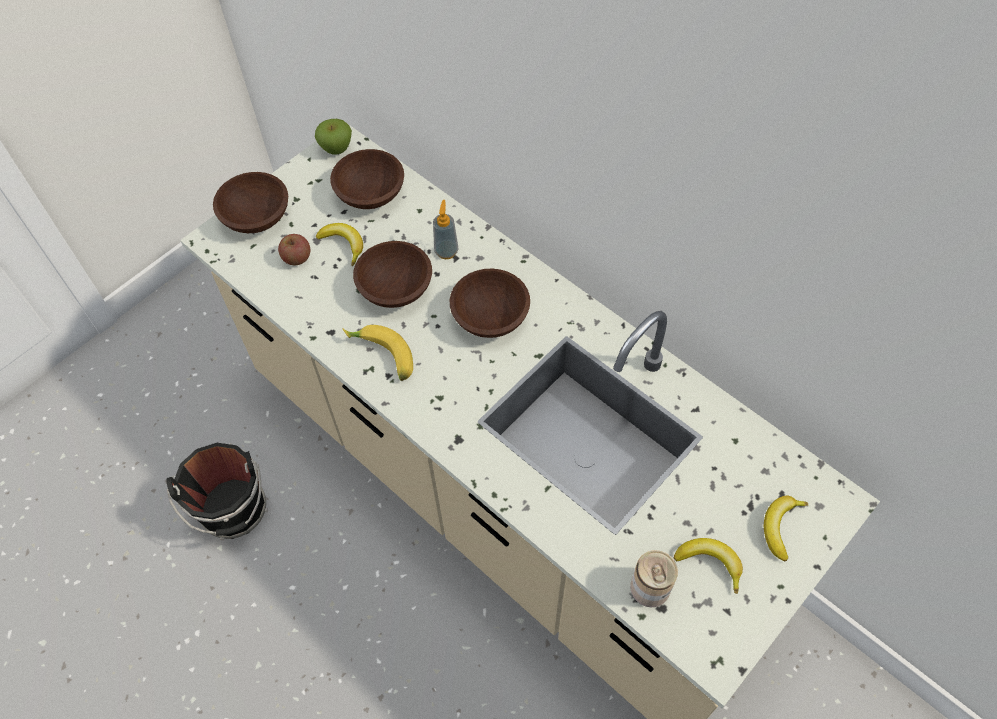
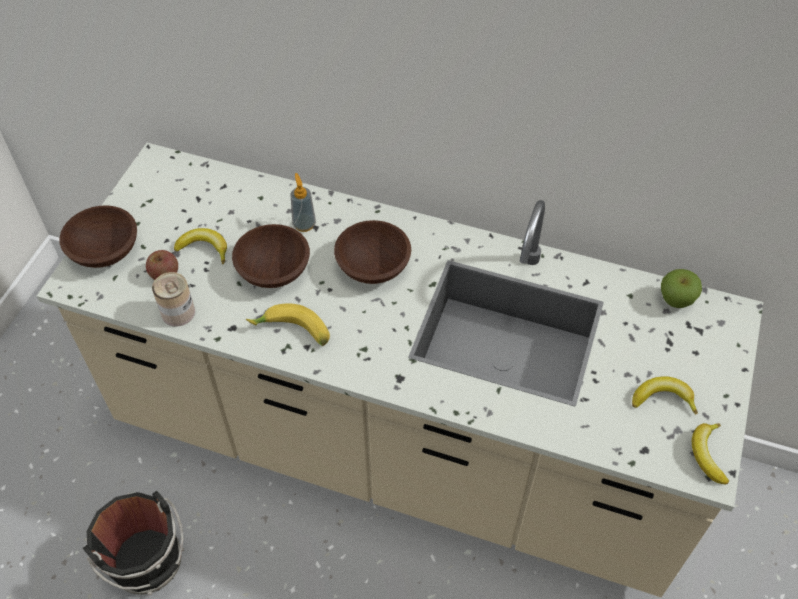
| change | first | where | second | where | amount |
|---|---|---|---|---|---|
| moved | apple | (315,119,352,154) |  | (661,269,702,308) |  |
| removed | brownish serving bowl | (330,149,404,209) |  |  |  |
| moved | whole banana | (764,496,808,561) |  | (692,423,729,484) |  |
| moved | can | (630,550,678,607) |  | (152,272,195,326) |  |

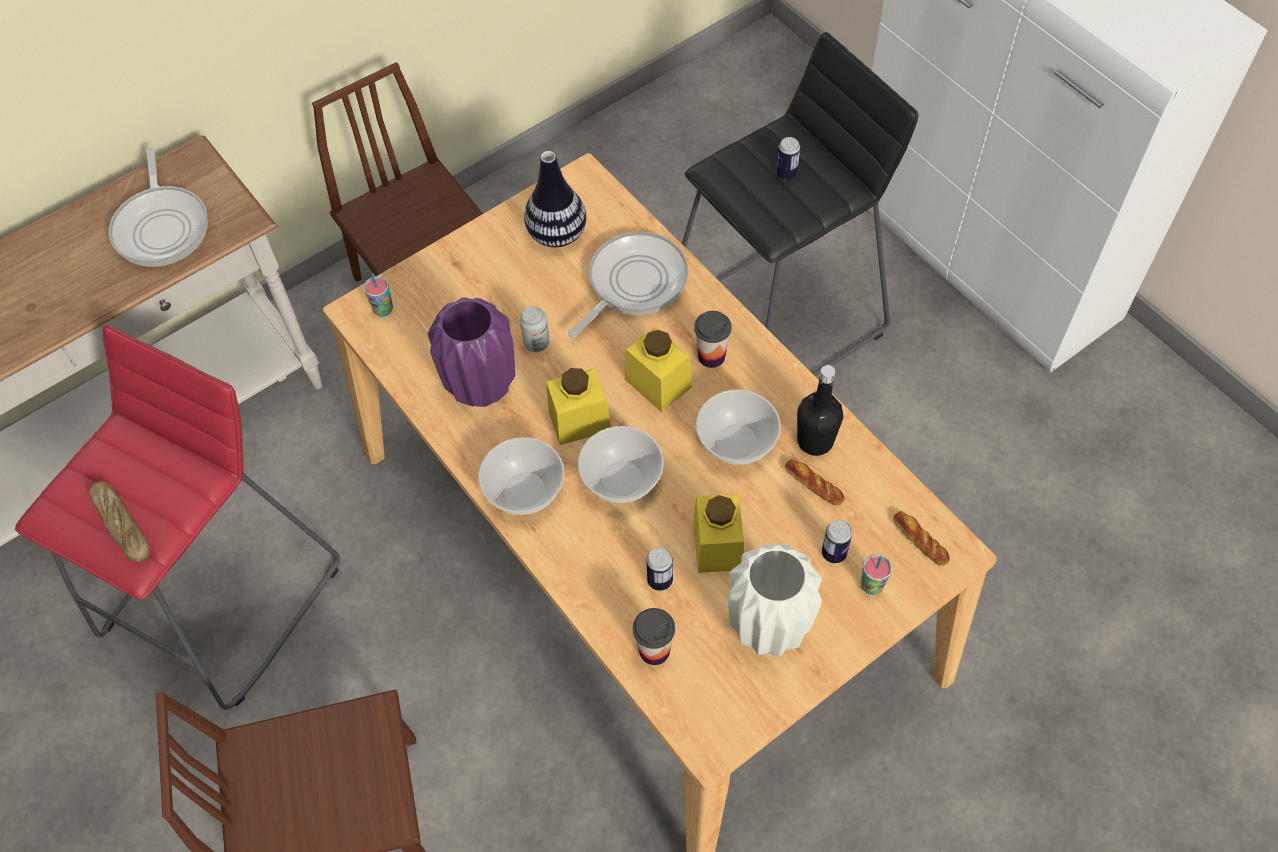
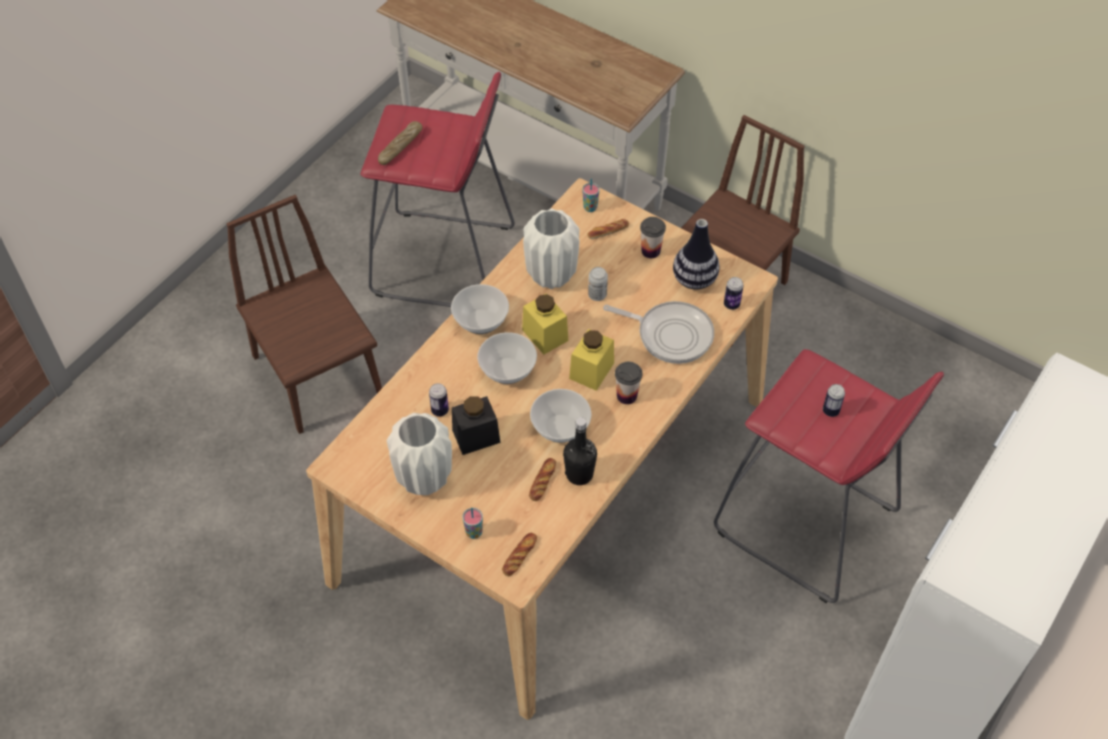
| change | first | where | second | where | amount |
|---|---|---|---|---|---|
| recoloured | black-coloured stool seat | (682,32,918,376) | reddish stool seat | (714,349,944,603) |  |
| removed | pan | (109,147,208,267) |  |  |  |
| recoloured | purple-coloured flower vase | (428,297,515,407) | whitish flower vase | (523,208,579,289) |  |
| recoloured | yellow-coloured storage jar | (693,494,744,573) | black-coloured storage jar | (452,396,500,455) |  |
| moved | can | (822,520,852,563) |  | (724,277,744,310) |  |
| moved | small cup | (633,608,675,665) |  | (640,217,666,258) |  |
| added |  |  | bakery bread | (587,219,629,239) |  |

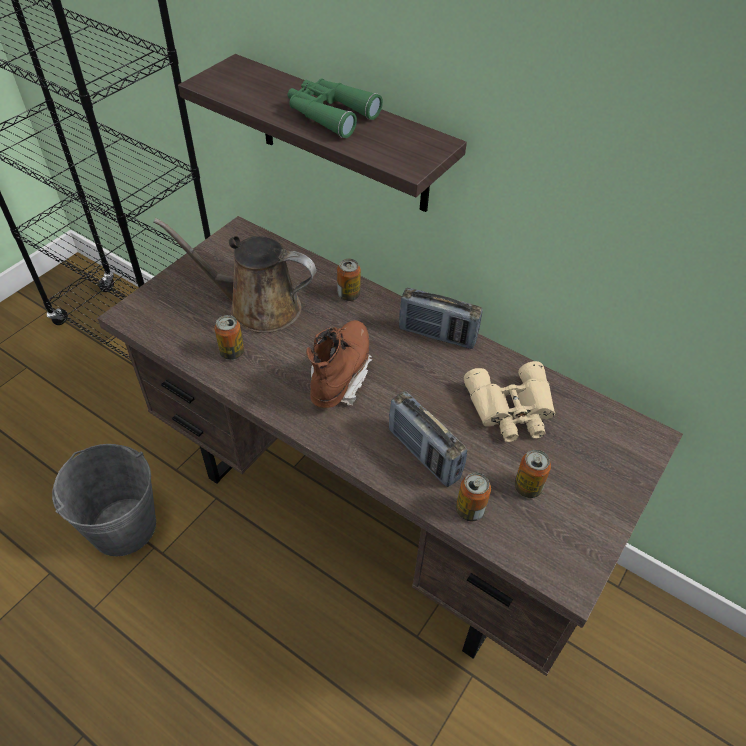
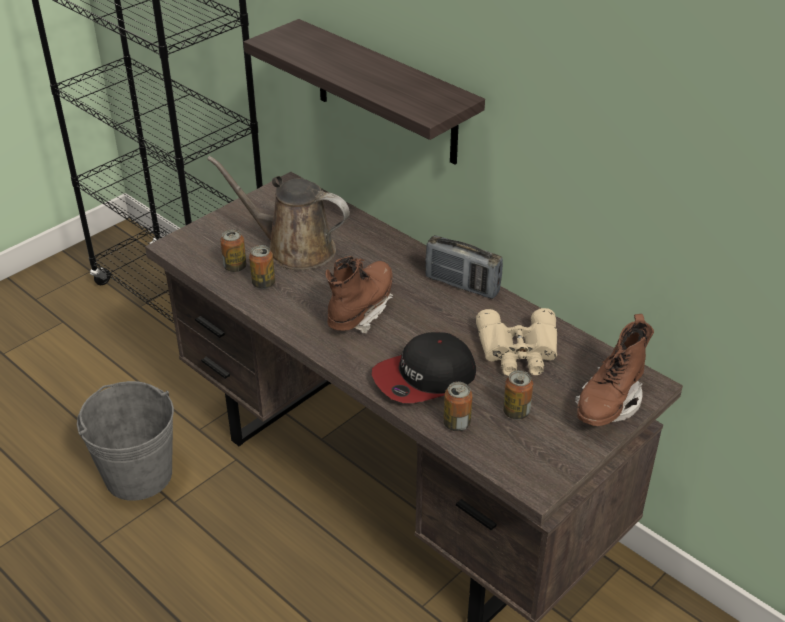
| change | first | where | second | where | amount |
|---|---|---|---|---|---|
| removed | green-coloured binoculars | (288,78,383,138) |  |  |  |
| moved | can | (337,259,361,301) |  | (220,229,246,272) |  |
| replaced | radio set | (389,391,467,487) | cap | (372,332,476,403) |  |
| added |  |  | brownish high-top boot | (575,314,654,426) |  |

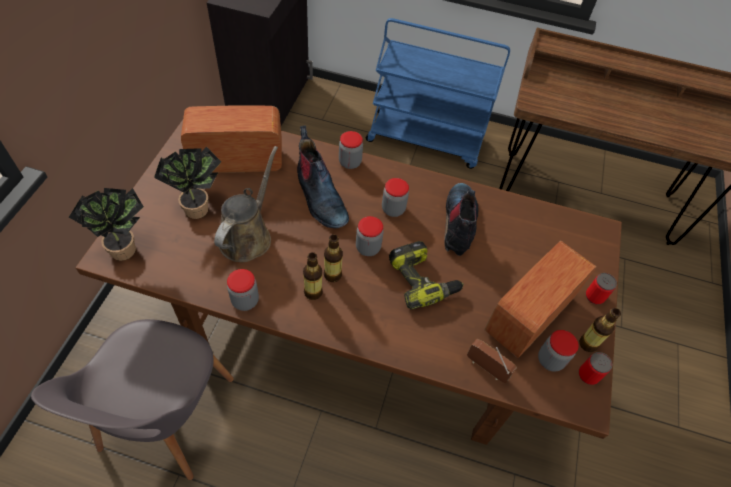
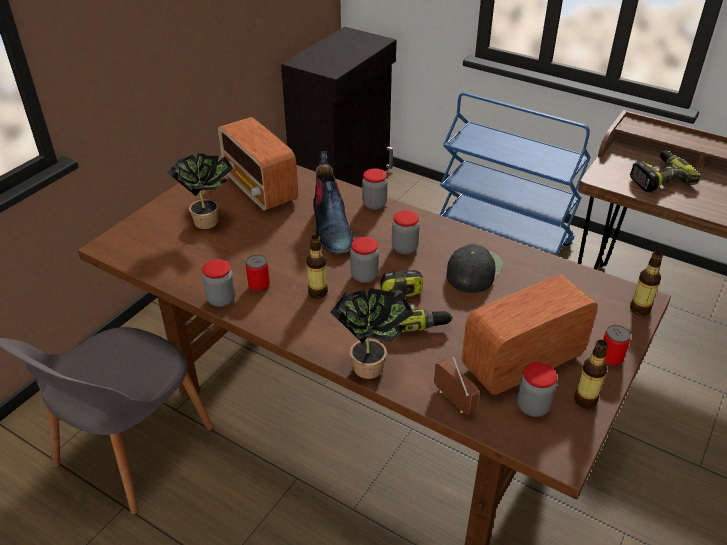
| change | first | where | second | where | amount |
|---|---|---|---|---|---|
| turned | radio set | (181,106,282,173) |  | (218,117,298,211) | 135 degrees counterclockwise |
| removed | brownish watering pot | (214,146,278,262) |  |  |  |
| replaced | high-top boot | (444,183,478,256) | black-coloured cap | (446,244,503,293) |  |
| moved | potted plant | (69,188,144,261) |  | (331,288,414,379) |  |
| moved | bottle | (303,252,323,300) |  | (630,251,663,316) |  |
| moved | can | (579,352,612,385) |  | (246,254,270,292) |  |
| added |  |  | drill | (630,151,700,192) |  |

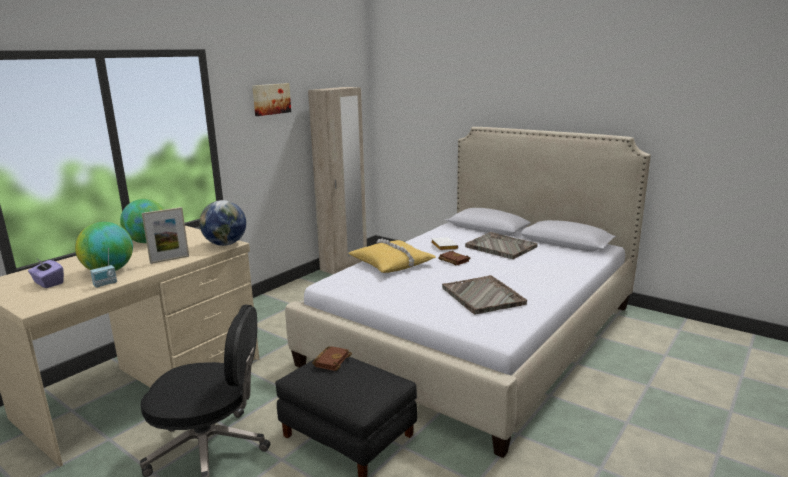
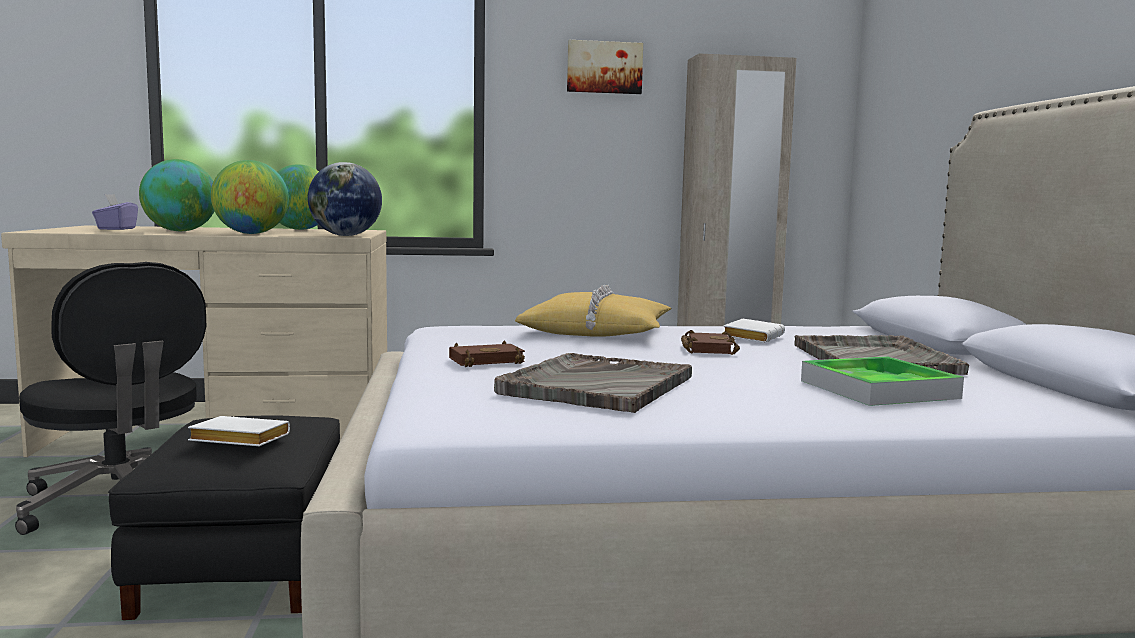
| change | first | where | second | where | amount |
|---|---|---|---|---|---|
| replaced | photo frame | (142,207,189,264) | world globe | (211,160,289,234) |  |
| removed | radio set | (90,248,117,288) |  |  |  |
| moved | brownish bound book | (312,346,352,371) |  | (449,340,525,367) |  |
| added |  |  | serving tray | (801,356,964,406) |  |
| added |  |  | whitish bound book | (188,416,290,446) |  |

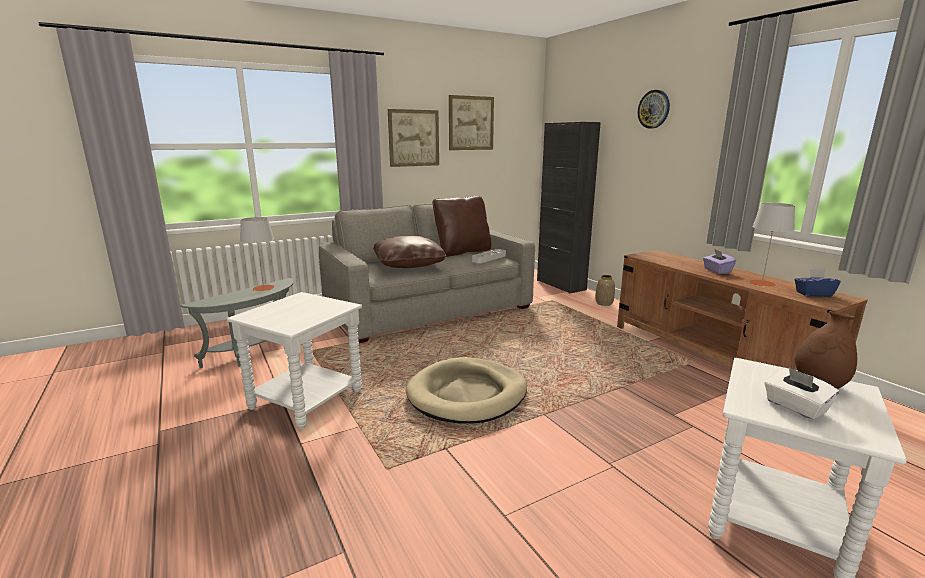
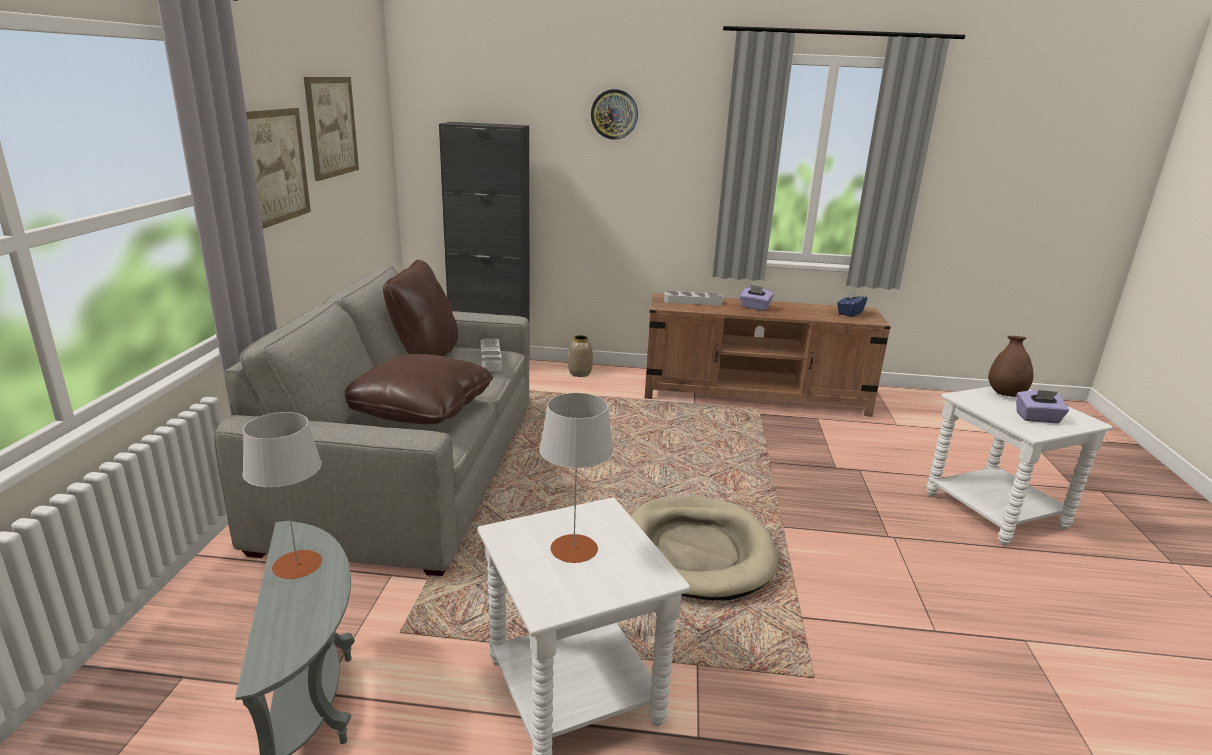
| change | first | where | second | where | amount |
|---|---|---|---|---|---|
| moved | grey tabletop lamp | (749,203,795,287) |  | (540,393,614,563) |  |
| recoloured | whitish box of tissues | (764,367,839,420) | purple-coloured box of tissues | (1016,390,1069,423) |  |
| added |  |  | grey serving tray | (664,291,723,306) |  |

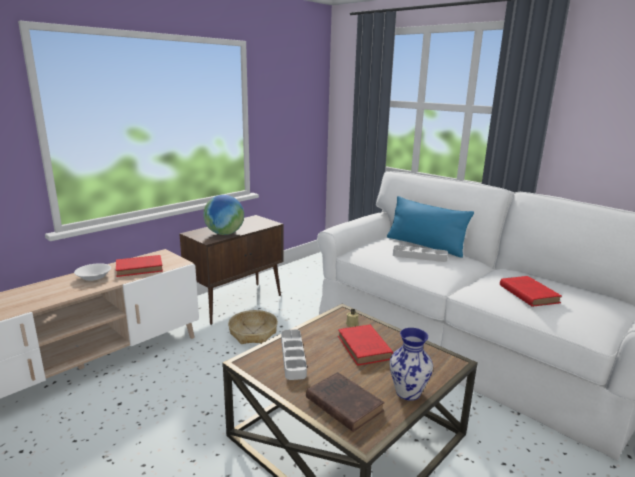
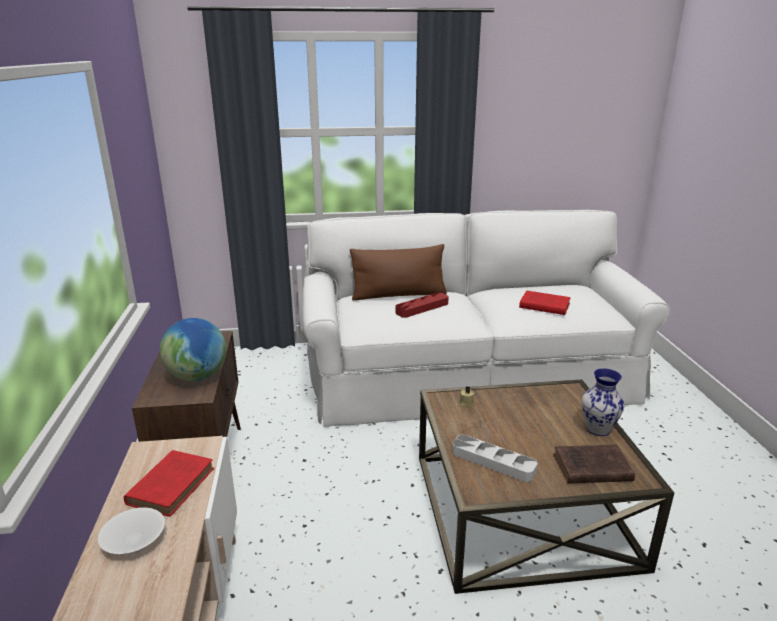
| change | first | where | second | where | amount |
|---|---|---|---|---|---|
| recoloured | blue-coloured throw pillow | (387,196,474,258) | brownish throw pillow | (350,244,447,301) |  |
| recoloured | grey serving tray | (393,245,448,262) | reddish serving tray | (395,293,449,318) |  |
| removed | storage basket | (228,310,278,344) |  |  |  |
| removed | reddish bound book | (338,324,394,366) |  |  |  |

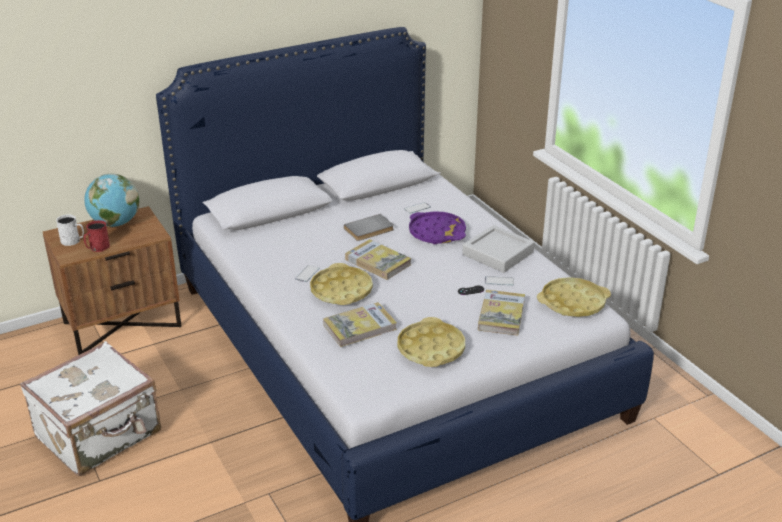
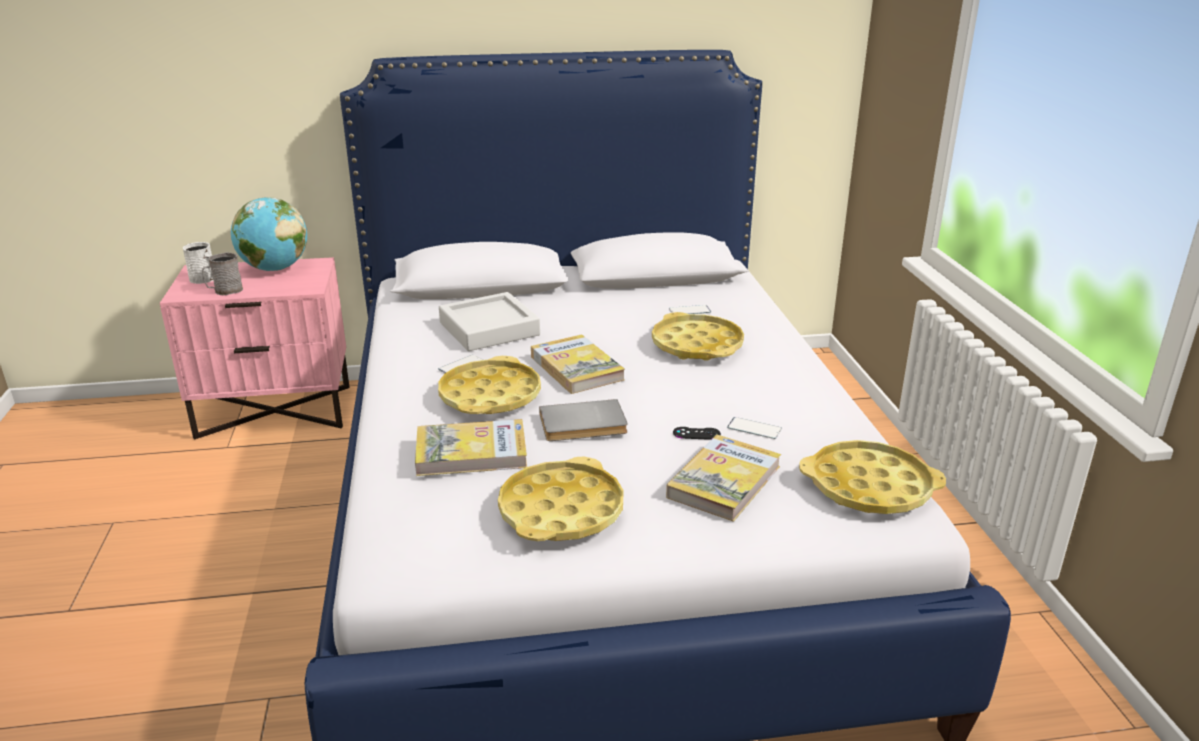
| change | first | where | second | where | amount |
|---|---|---|---|---|---|
| recoloured | brownish bedside table | (43,206,182,355) | pink-coloured bedside table | (160,257,350,440) |  |
| recoloured | purple-coloured serving tray | (409,211,466,244) | yellow-coloured serving tray | (652,312,744,361) |  |
| moved | grey bound book | (344,214,394,241) |  | (539,399,628,441) |  |
| recoloured | reddish mug | (84,220,110,252) | grey mug | (202,252,243,296) |  |
| moved | grey serving tray | (462,225,534,273) |  | (439,292,540,351) |  |
| removed | whitish travel case | (20,341,161,476) |  |  |  |

